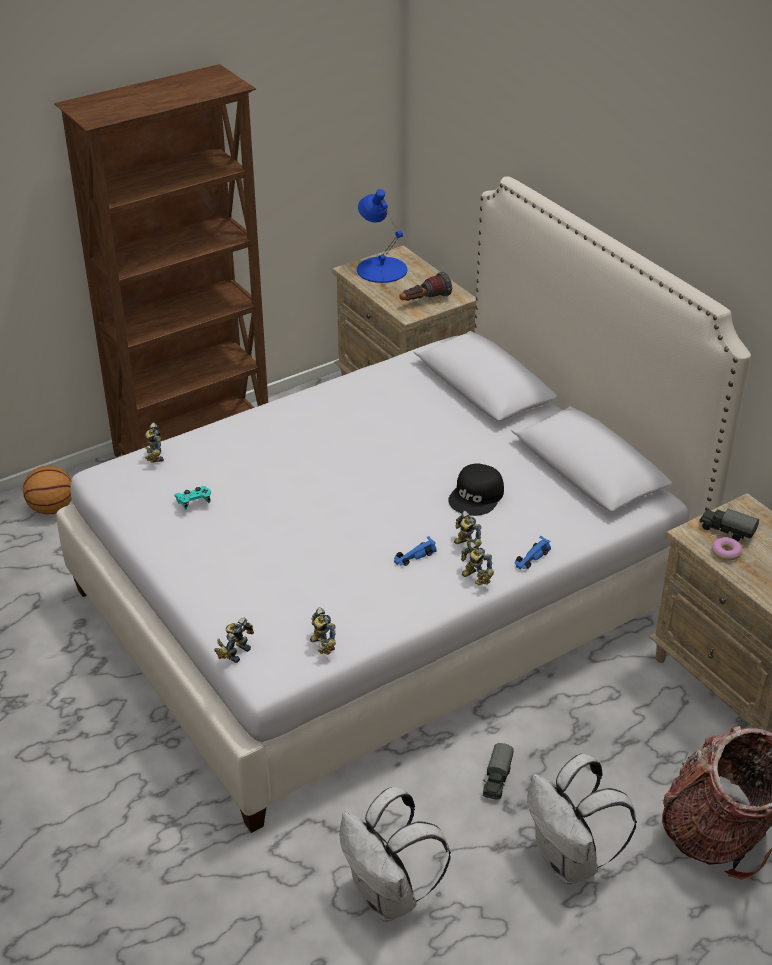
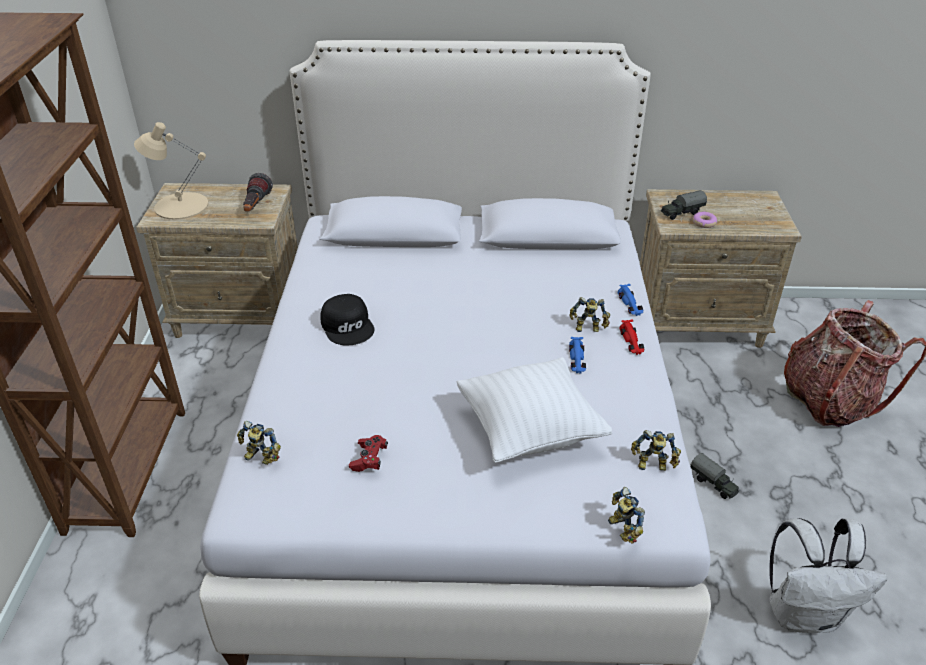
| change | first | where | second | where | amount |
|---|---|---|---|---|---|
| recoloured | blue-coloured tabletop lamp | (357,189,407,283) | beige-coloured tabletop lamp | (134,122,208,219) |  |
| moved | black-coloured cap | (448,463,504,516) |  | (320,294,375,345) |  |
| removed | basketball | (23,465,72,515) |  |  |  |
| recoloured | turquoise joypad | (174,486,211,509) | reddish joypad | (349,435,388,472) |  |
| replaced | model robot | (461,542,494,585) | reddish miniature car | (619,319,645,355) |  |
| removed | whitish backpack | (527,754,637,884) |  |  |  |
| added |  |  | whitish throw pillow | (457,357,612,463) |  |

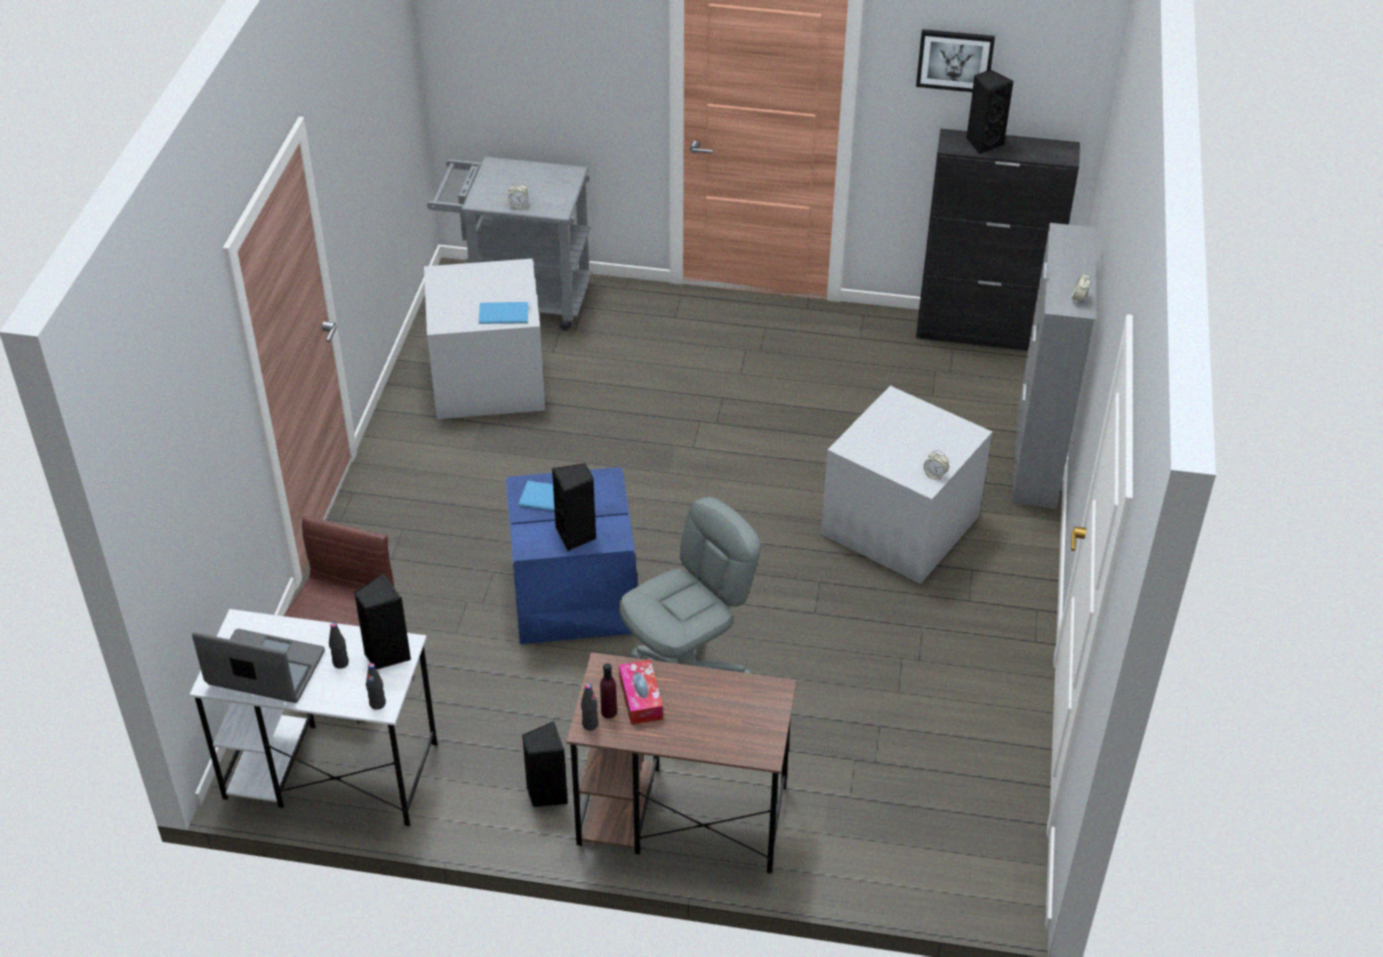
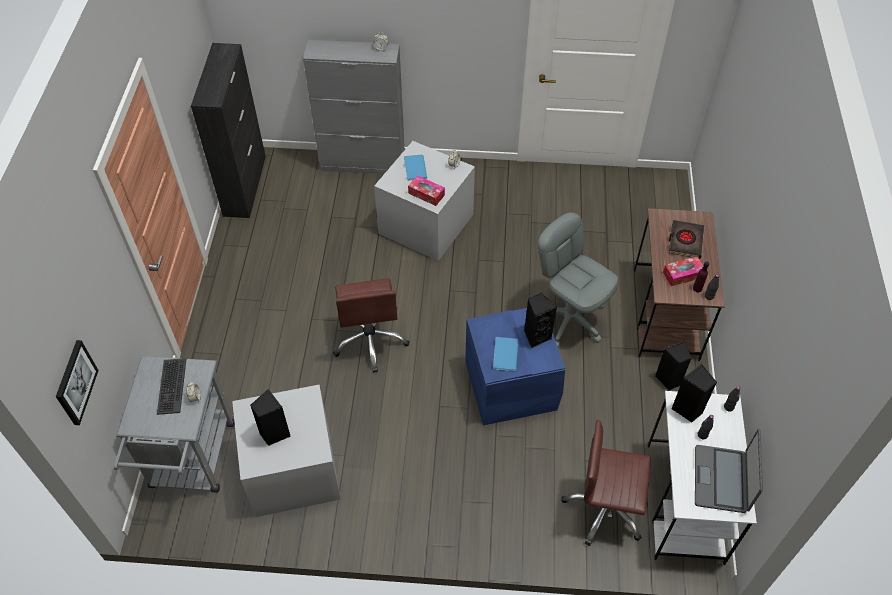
| change | first | where | second | where | amount |
|---|---|---|---|---|---|
| moved | wall art | (916,29,995,92) |  | (56,340,99,425) |  |
| moved | black-coloured speaker | (966,69,1013,154) |  | (250,389,291,446) |  |
| moved | blue-coloured bound book | (479,302,529,324) |  | (404,154,427,181) |  |
| added |  |  | box of tissues | (408,175,445,206) |  |
| added |  |  | black-coloured bound book | (669,220,704,259) |  |
| added |  |  | brownish office chair | (333,278,410,373) |  |
| added |  |  | PC keyboard | (157,358,186,415) |  |

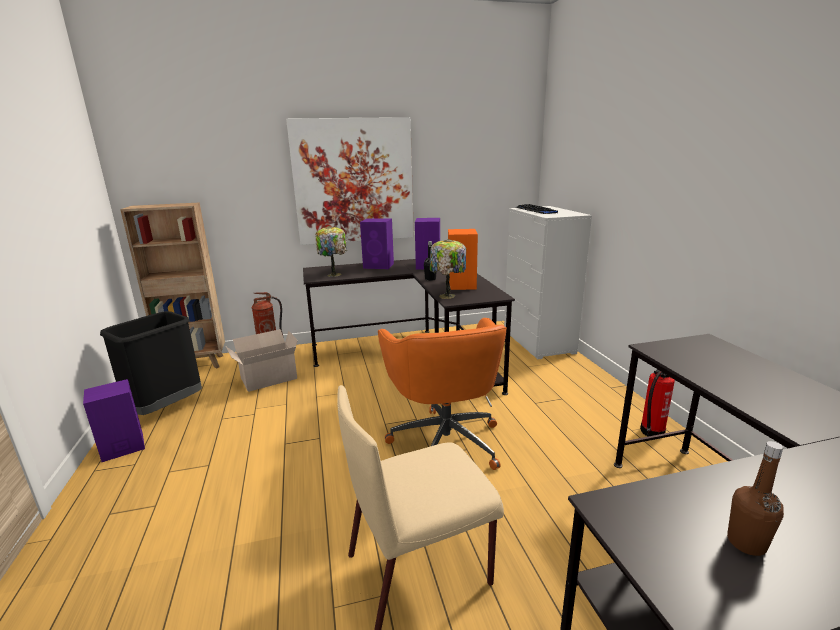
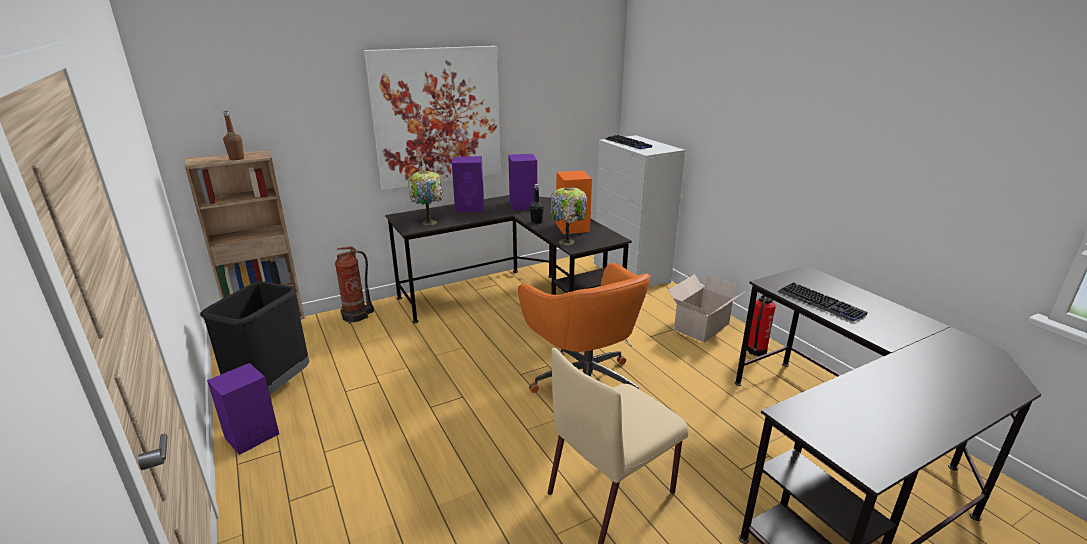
| change | first | where | second | where | amount |
|---|---|---|---|---|---|
| moved | packing box | (226,329,298,392) |  | (668,274,746,342) |  |
| moved | brownish bottle | (727,441,784,556) |  | (223,111,244,160) |  |
| added |  |  | PC keyboard | (778,282,868,322) |  |

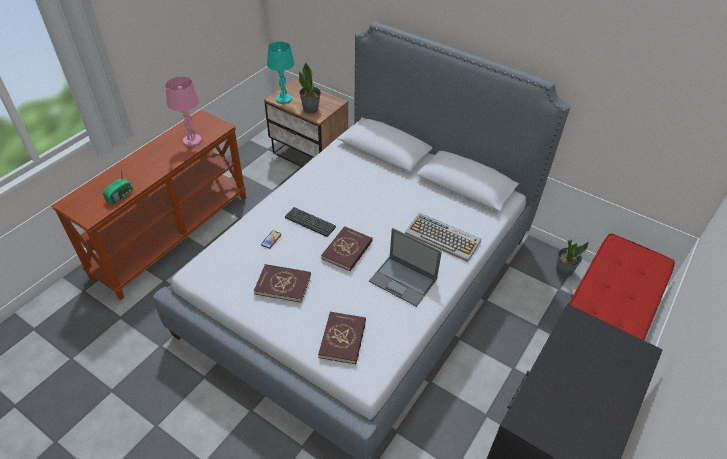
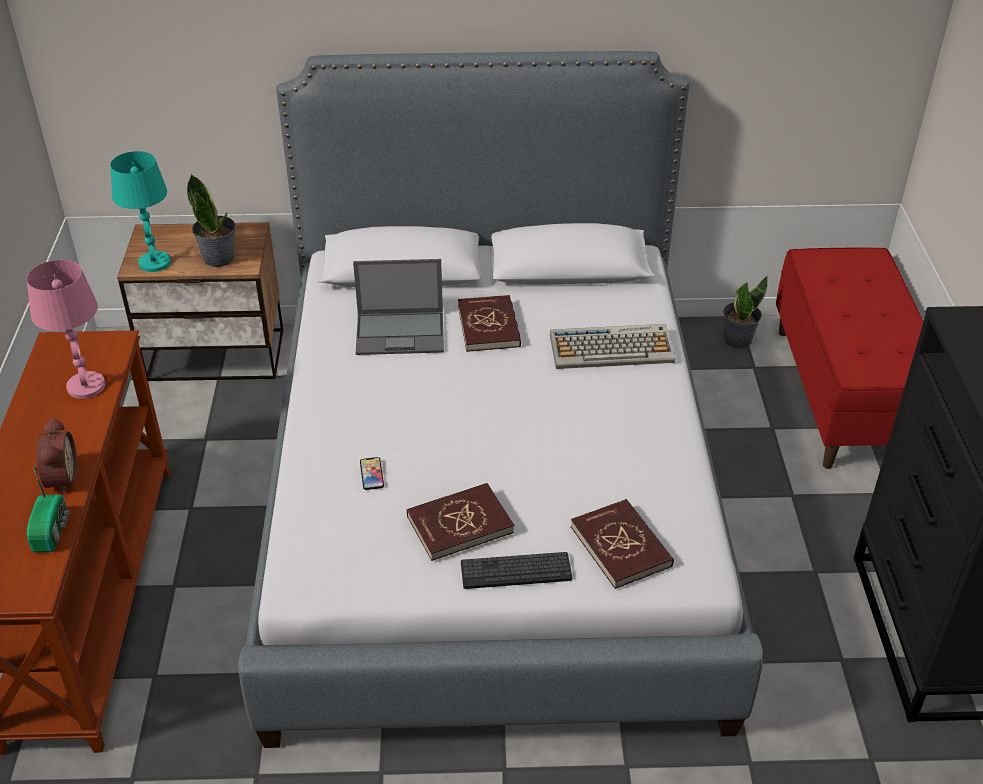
| change | first | where | second | where | amount |
|---|---|---|---|---|---|
| moved | PC keyboard | (285,207,336,237) |  | (461,552,572,589) |  |
| moved | reddish bound book | (321,226,373,271) |  | (458,295,521,352) |  |
| moved | portable computer | (369,228,442,307) |  | (353,259,444,355) |  |
| added |  |  | table clock | (34,417,77,494) |  |

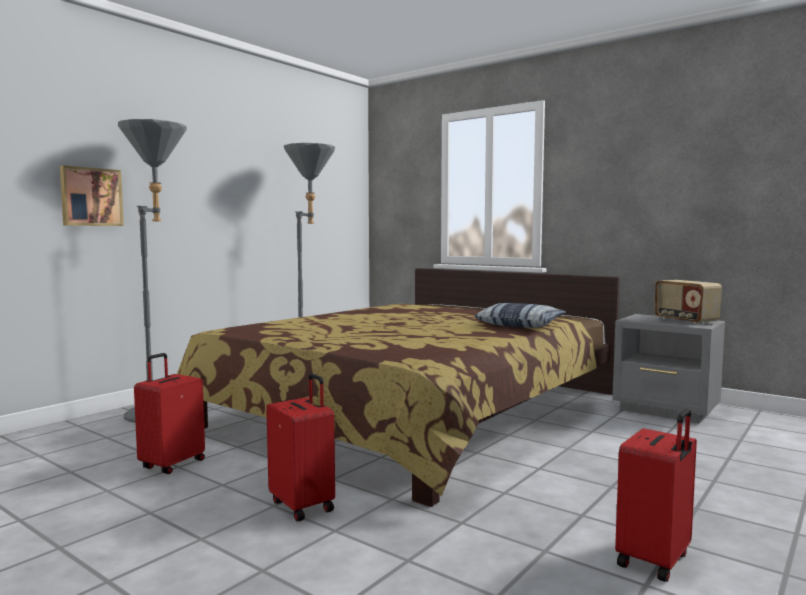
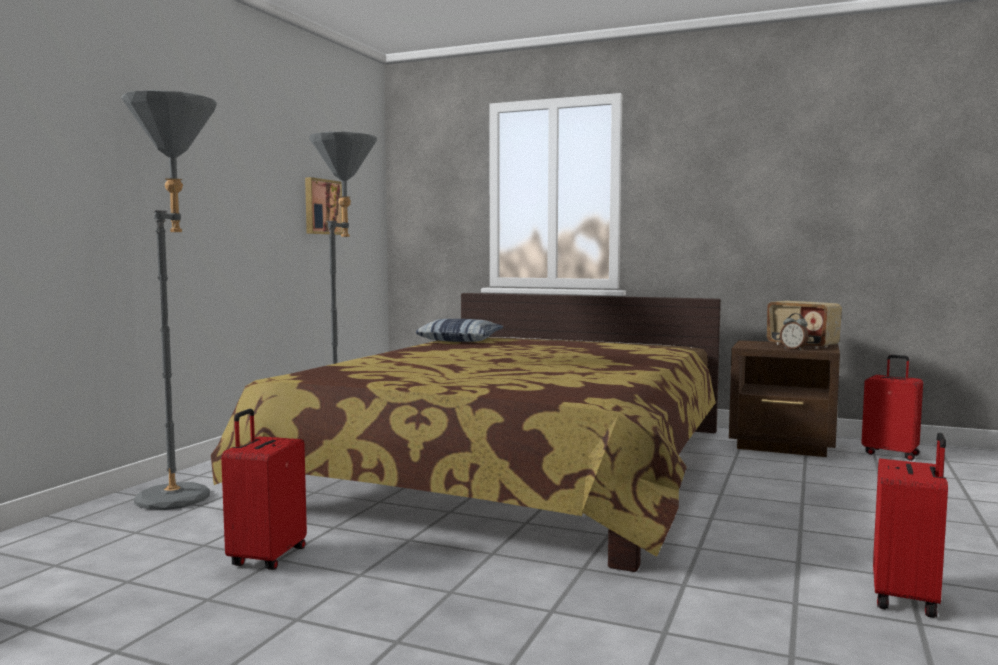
| change | first | where | second | where | amount |
|---|---|---|---|---|---|
| moved | wall art | (60,165,124,226) |  | (305,177,343,235) |  |
| moved | throw pillow | (475,303,566,328) |  | (416,319,503,342) |  |
| recoloured | grey bedside table | (612,314,725,424) | brownish bedside table | (729,340,840,457) |  |
| moved | reddish travel case | (266,373,335,521) |  | (861,355,923,461) |  |
| added |  |  | table clock | (780,313,809,350) |  |

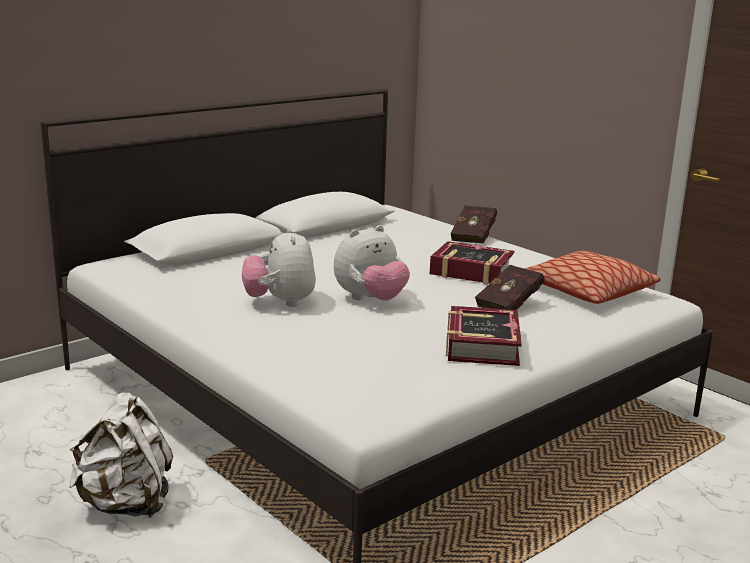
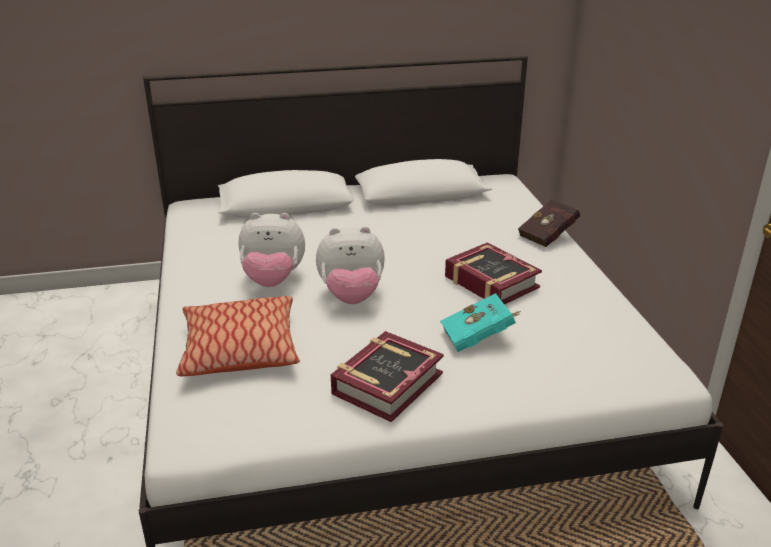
| change | first | where | second | where | amount |
|---|---|---|---|---|---|
| turned | cuddly toy | (242,227,316,307) |  | (239,213,305,287) | 105 degrees counterclockwise |
| moved | throw pillow | (524,251,661,304) |  | (176,296,300,376) |  |
| recoloured | reddish bound book | (475,265,545,310) | turquoise bound book | (440,293,521,352) |  |
| removed | whitish backpack | (69,392,173,517) |  |  |  |

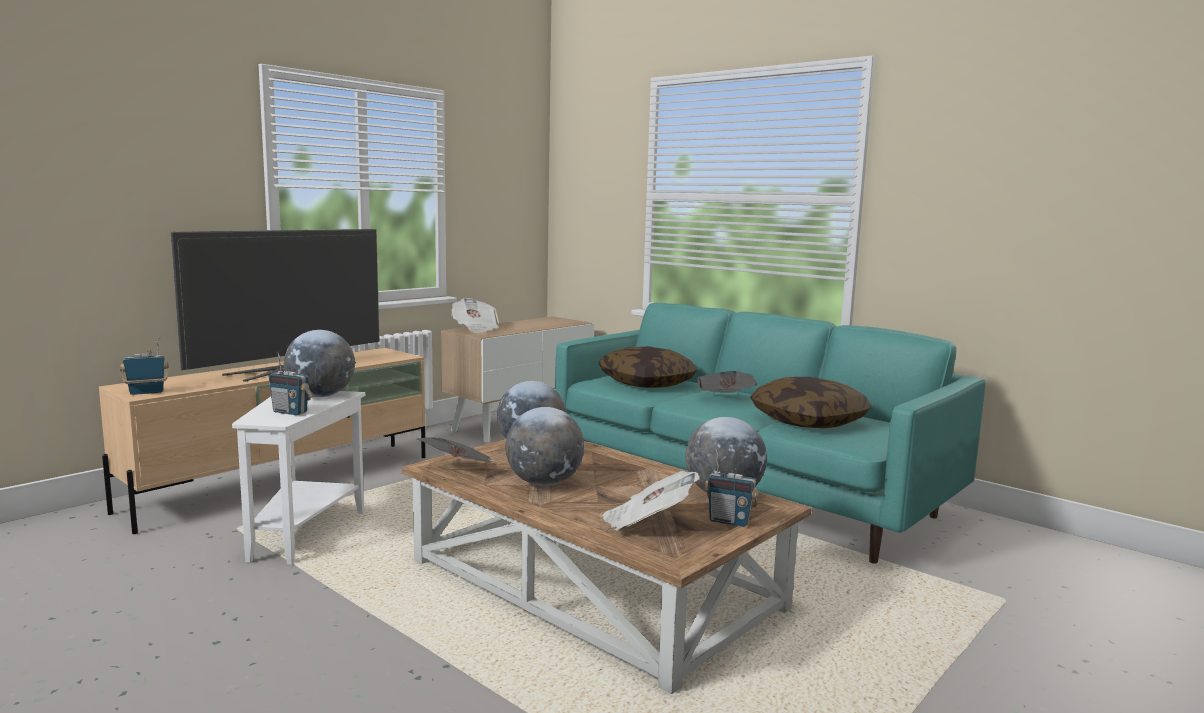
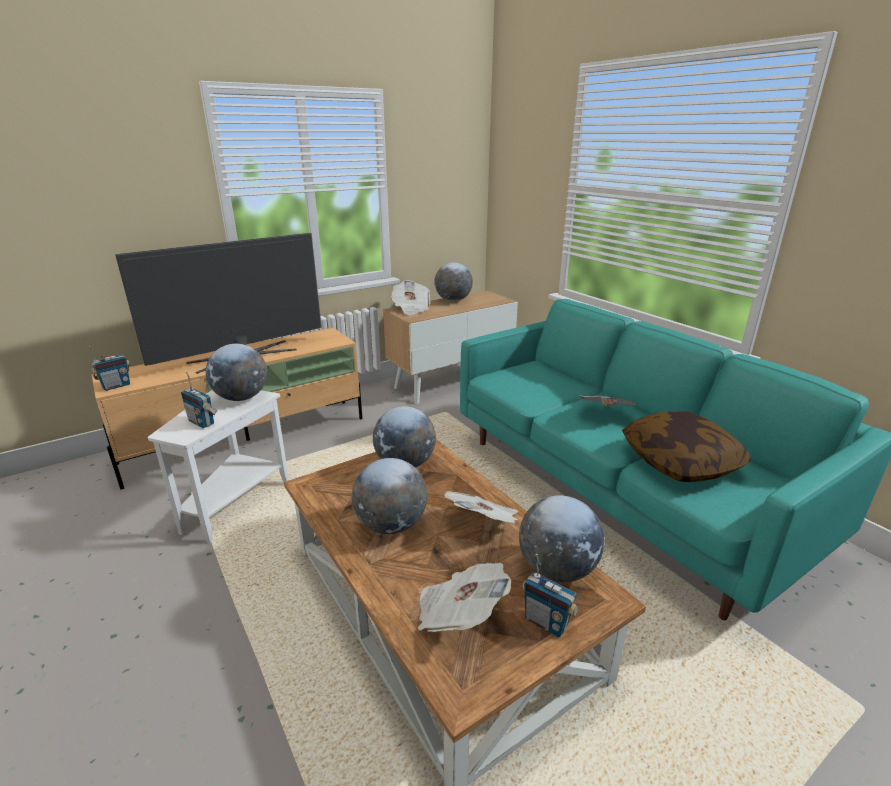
| change | first | where | second | where | amount |
|---|---|---|---|---|---|
| turned | radio set | (120,337,169,395) |  | (89,346,130,391) | 150 degrees clockwise |
| removed | throw pillow | (598,346,697,388) |  |  |  |
| moved | newspaper | (416,437,493,462) |  | (444,491,518,524) |  |
| added |  |  | world globe | (434,262,473,302) |  |

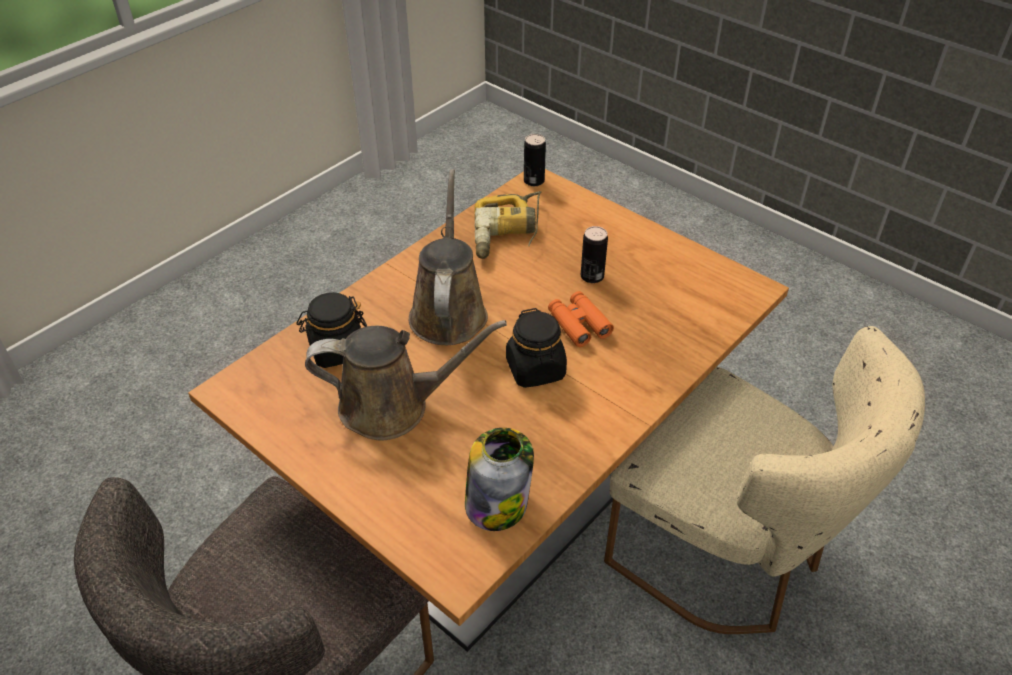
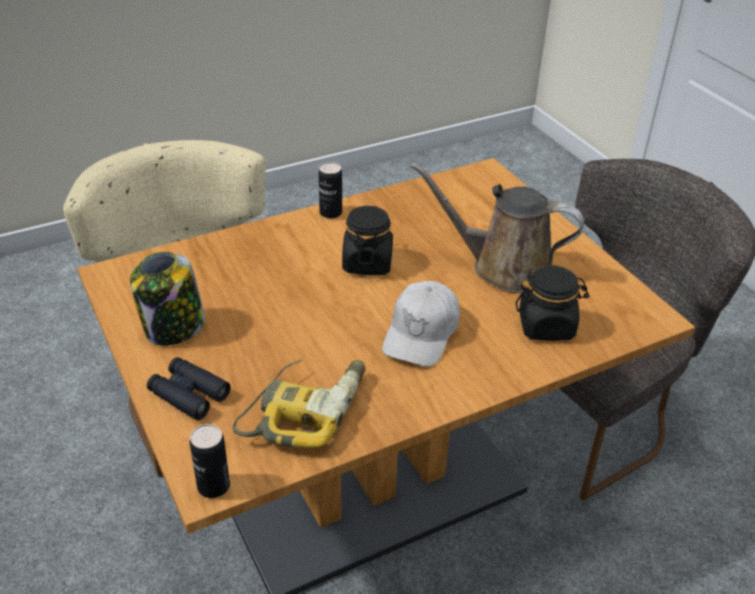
| change | first | where | second | where | amount |
|---|---|---|---|---|---|
| replaced | brownish watering pot | (409,169,488,345) | whitish cap | (382,281,460,367) |  |
| moved | can | (581,226,608,283) |  | (319,162,342,219) |  |
| removed | orangey binoculars | (548,291,614,347) |  |  |  |
| moved | storage jar | (465,428,534,531) |  | (130,252,205,346) |  |
| added |  |  | black-coloured binoculars | (147,357,231,420) |  |

